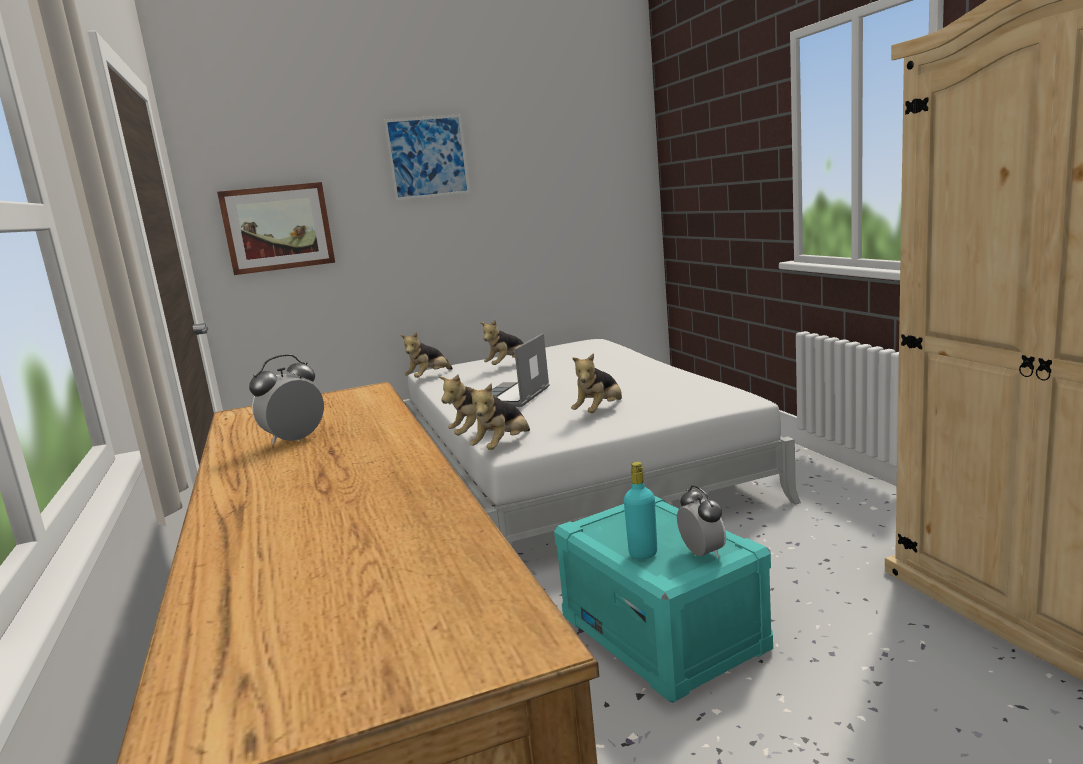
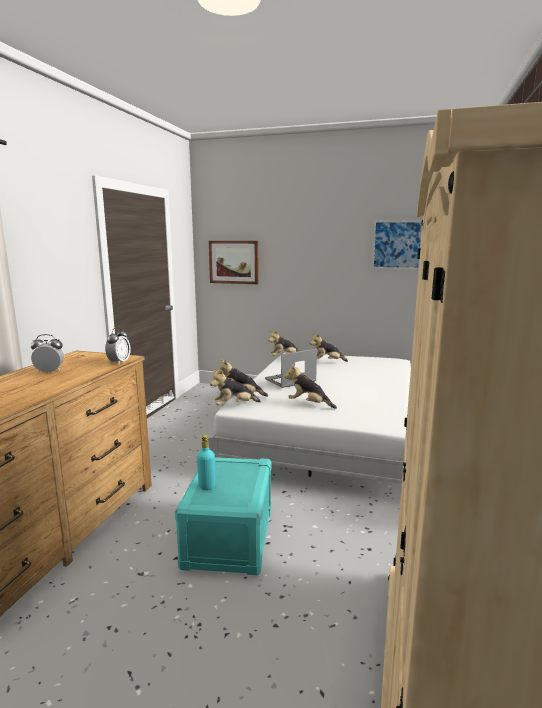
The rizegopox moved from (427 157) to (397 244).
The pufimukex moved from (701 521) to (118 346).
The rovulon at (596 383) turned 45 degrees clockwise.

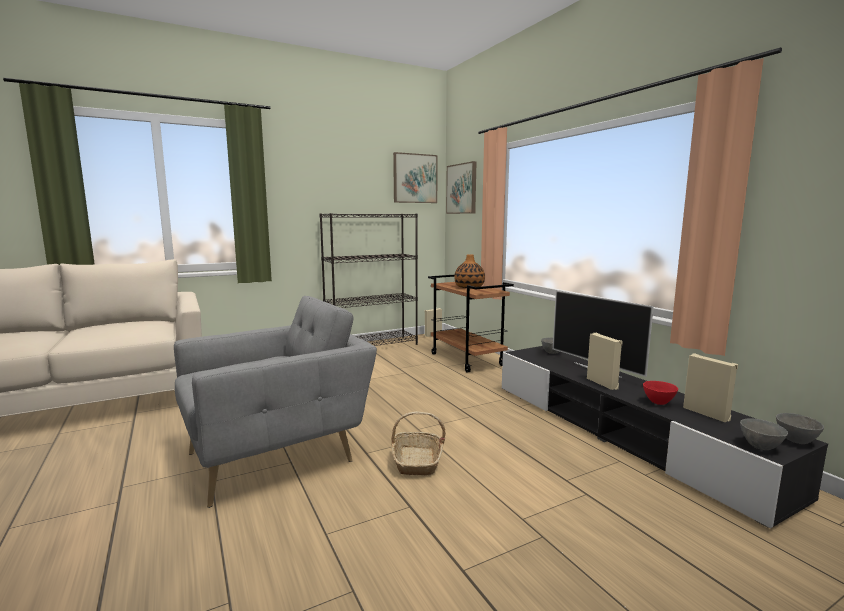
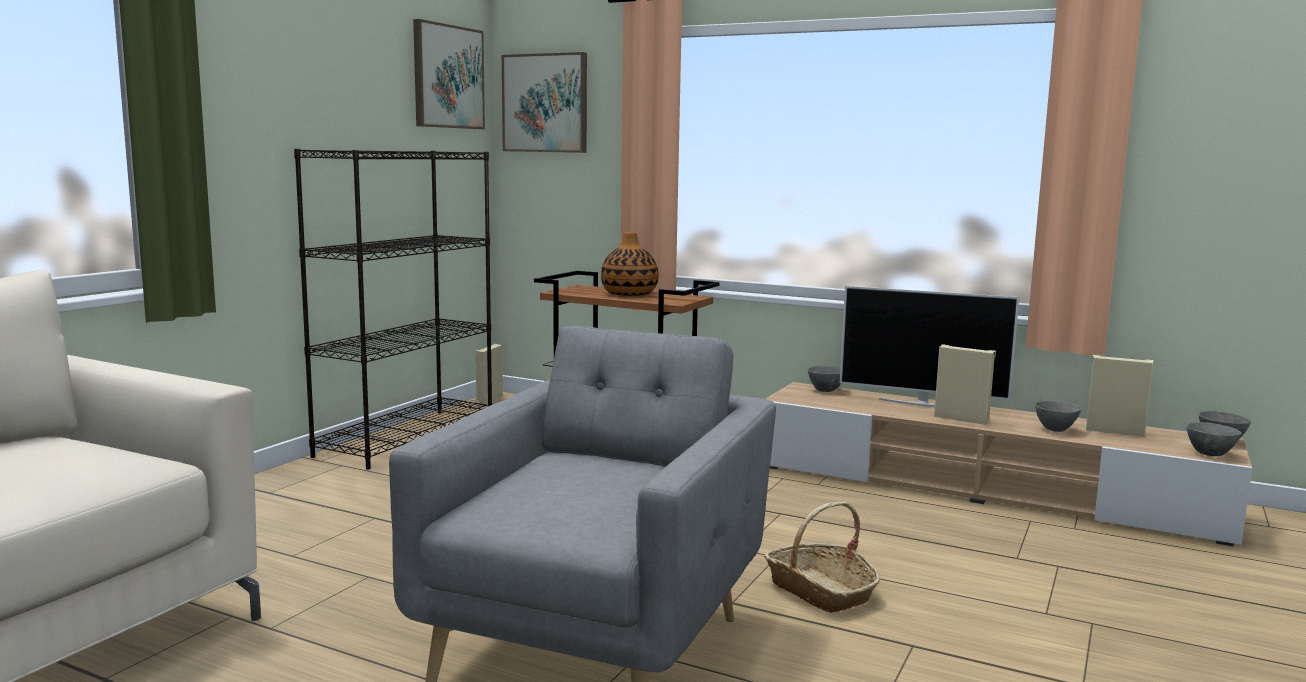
The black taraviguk at (665 437) became the beige taraviguk at (1009 464).
The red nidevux at (660 393) became the grey nidevux at (1058 416).

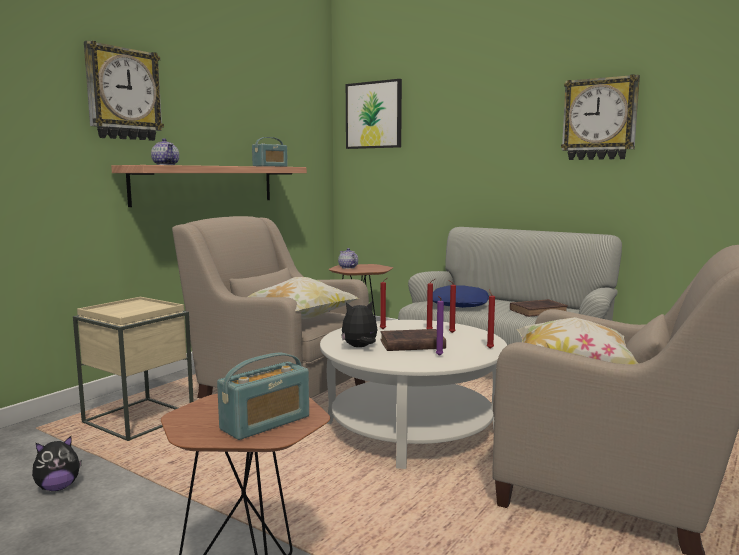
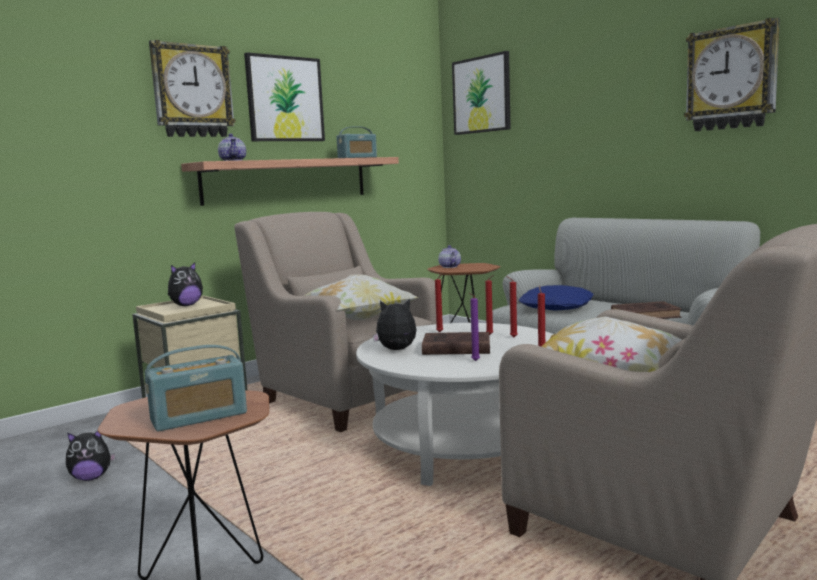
The rovulon at (185 284) appeared.
The rizegopox at (284 96) appeared.

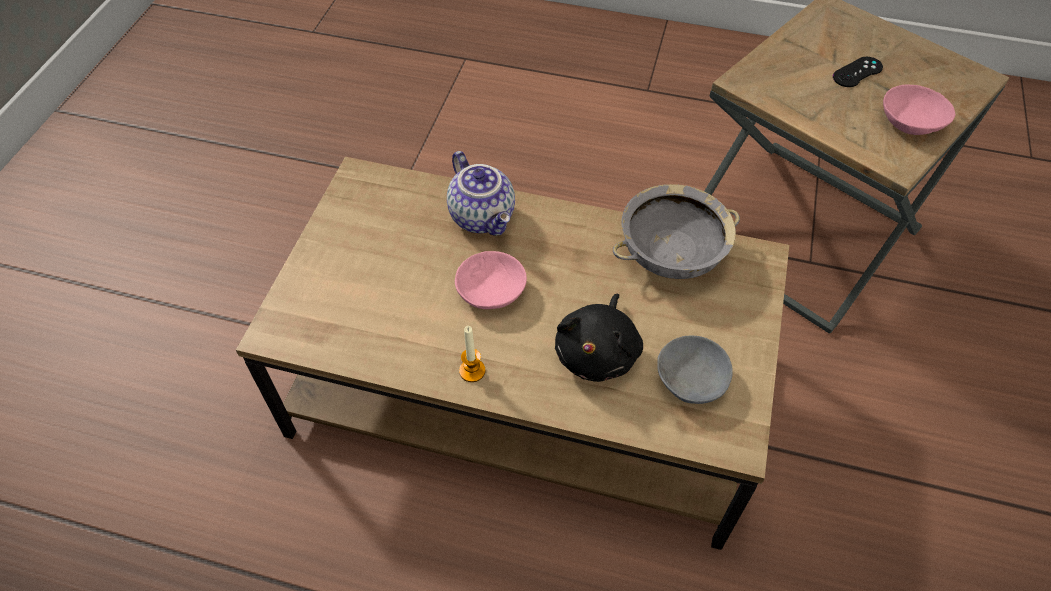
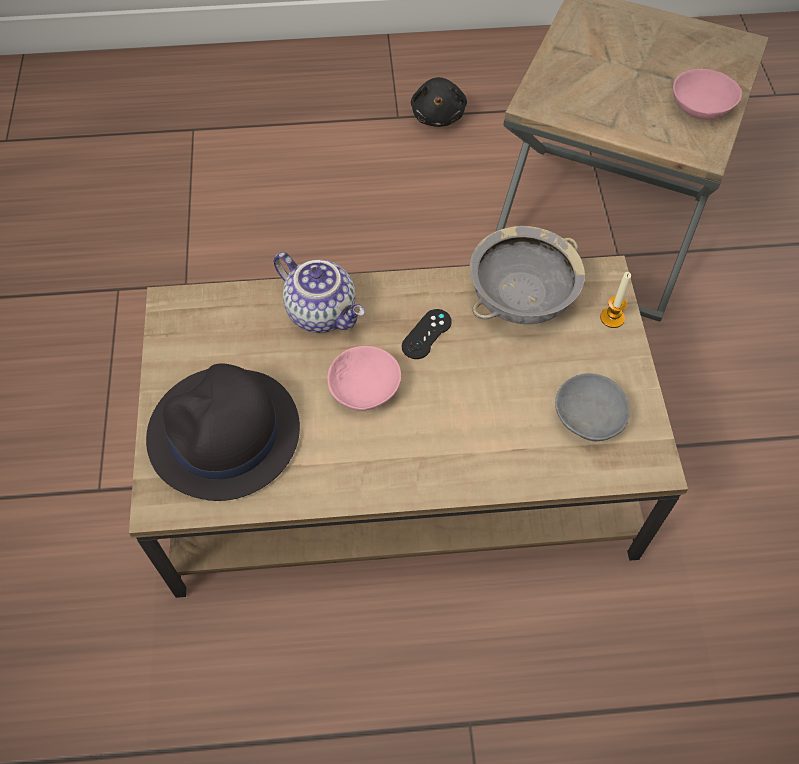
The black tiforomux at (223 432) appeared.
The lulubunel moved from (472 354) to (615 300).
The black rovulon moved from (599 338) to (439 102).
The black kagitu moved from (858 72) to (427 334).

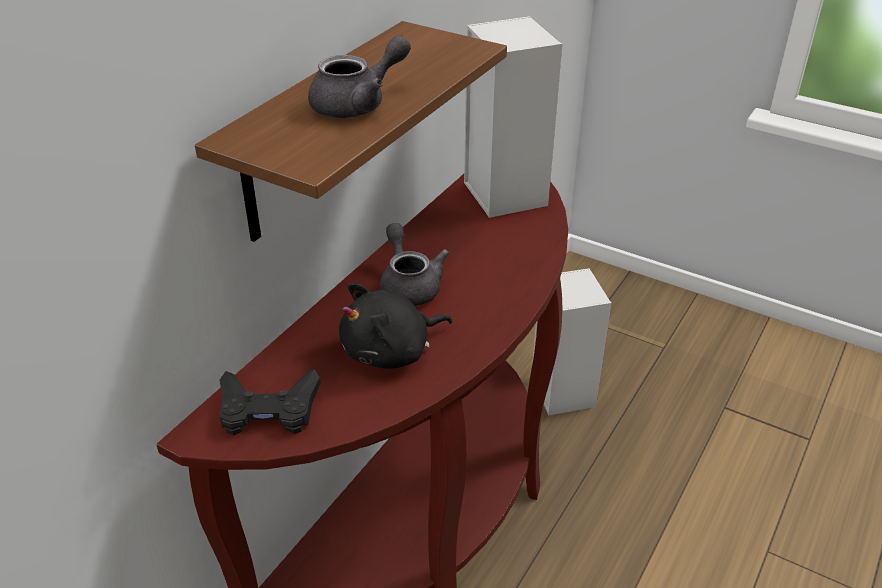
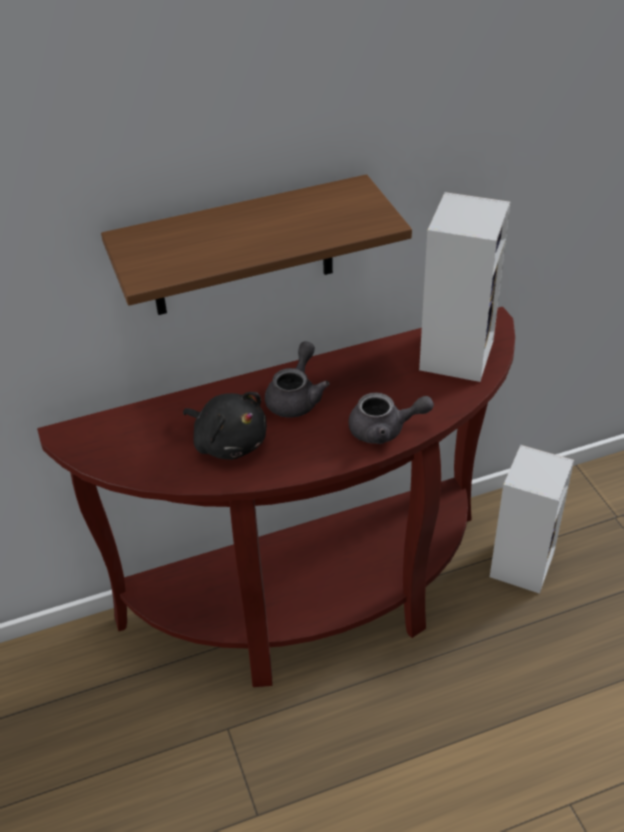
The black kagitu at (269 402) disappeared.
The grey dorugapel moved from (359 76) to (391 418).
The black rovulon at (395 326) turned 150 degrees counterclockwise.

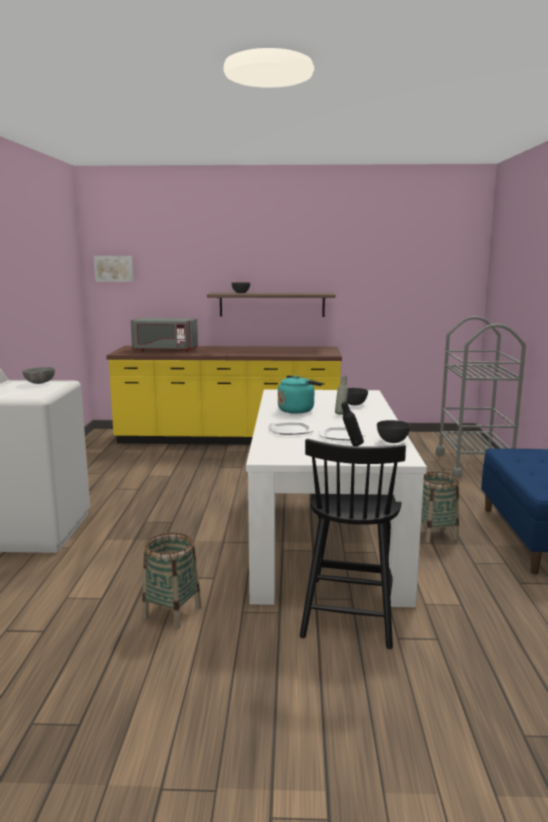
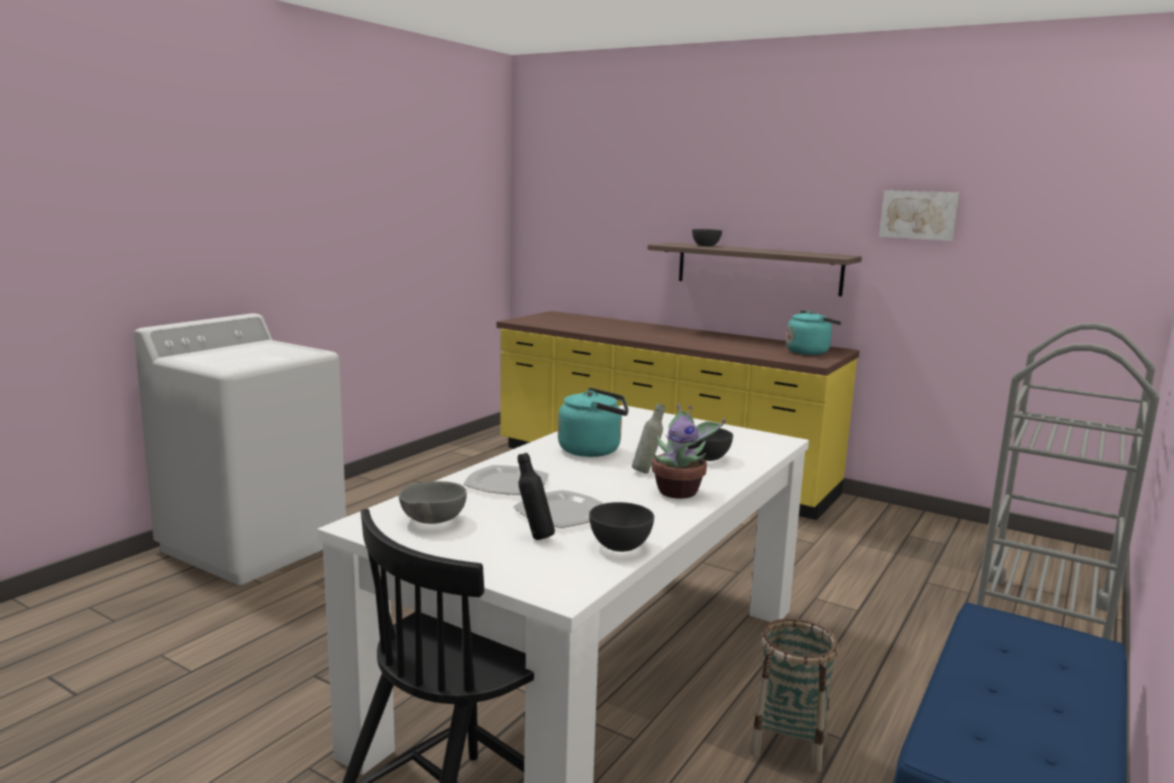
The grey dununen at (164 335) disappeared.
The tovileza at (171 581) disappeared.
The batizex at (688 451) appeared.
The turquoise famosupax at (813 332) appeared.
The grey nidevux moved from (38 375) to (433 502).
The rizegopox moved from (114 269) to (919 215).

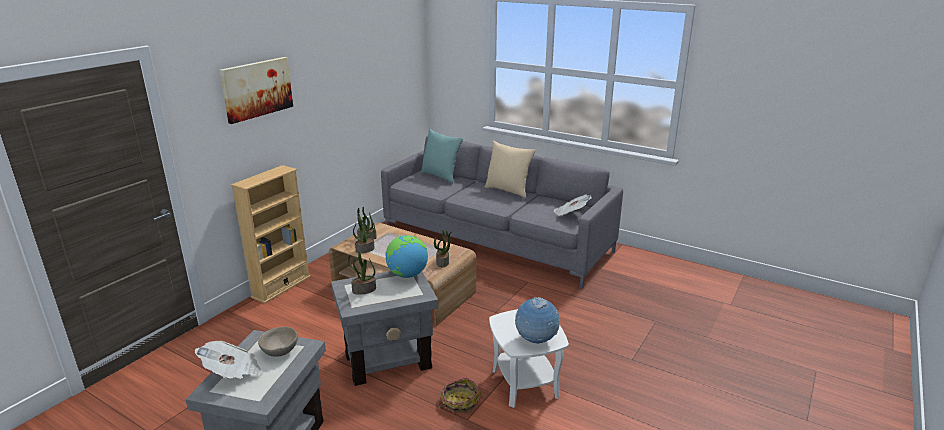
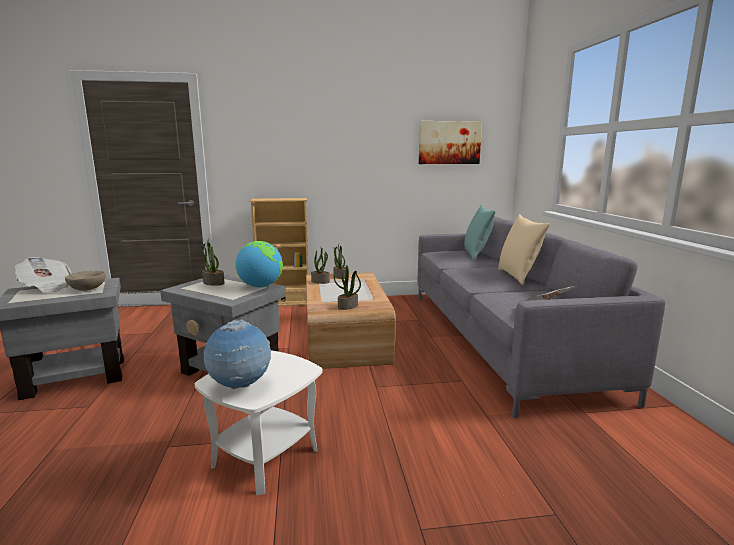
The tovileza at (460 395) disappeared.
The rizegopox moved from (256 90) to (450 142).

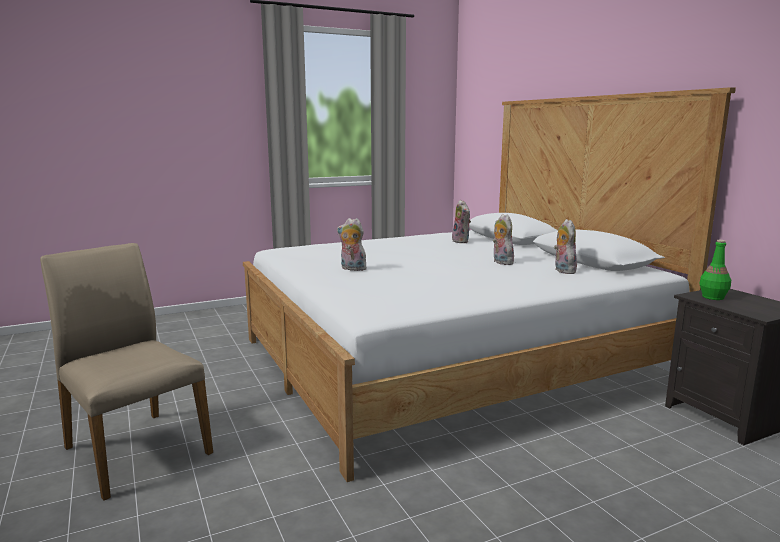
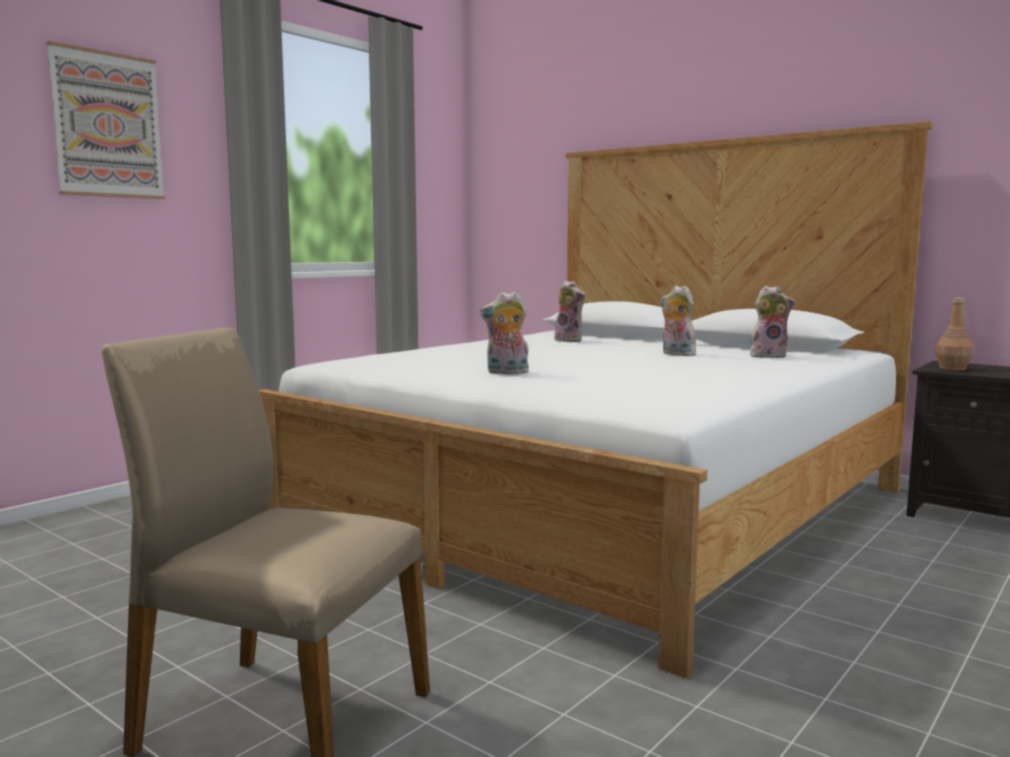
The rizegopox at (106 120) appeared.
The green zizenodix at (715 270) became the brown zizenodix at (954 334).
The rovulon at (565 246) turned 120 degrees clockwise.

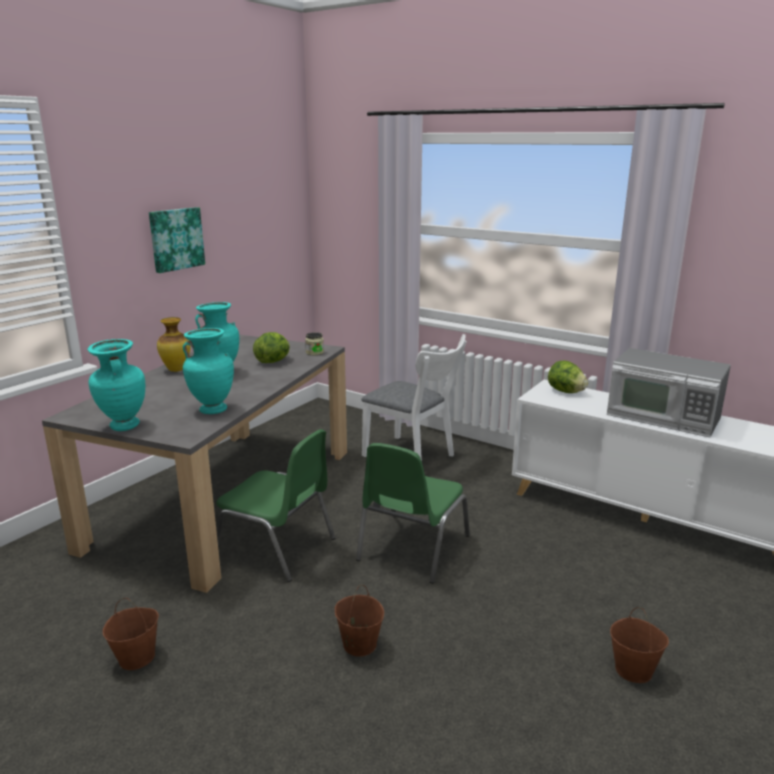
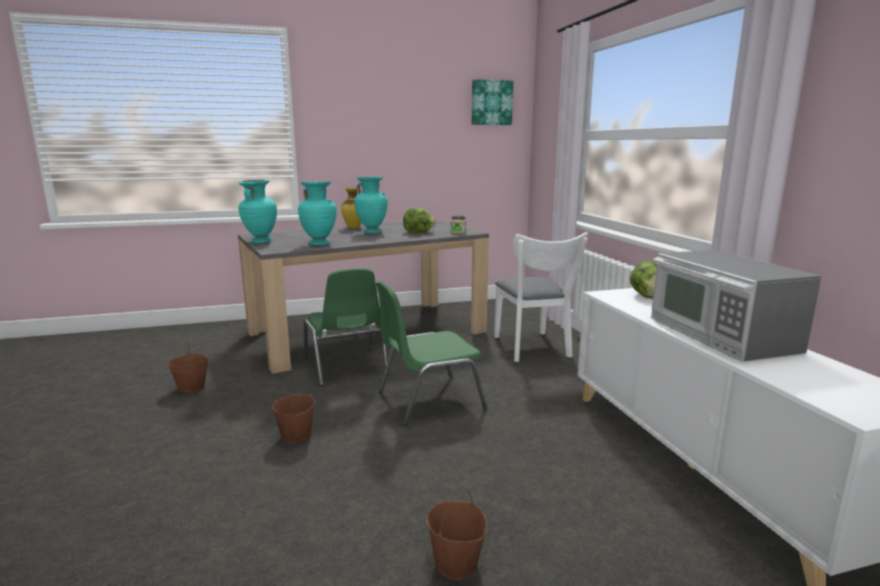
The rizegopox moved from (177 240) to (492 102).

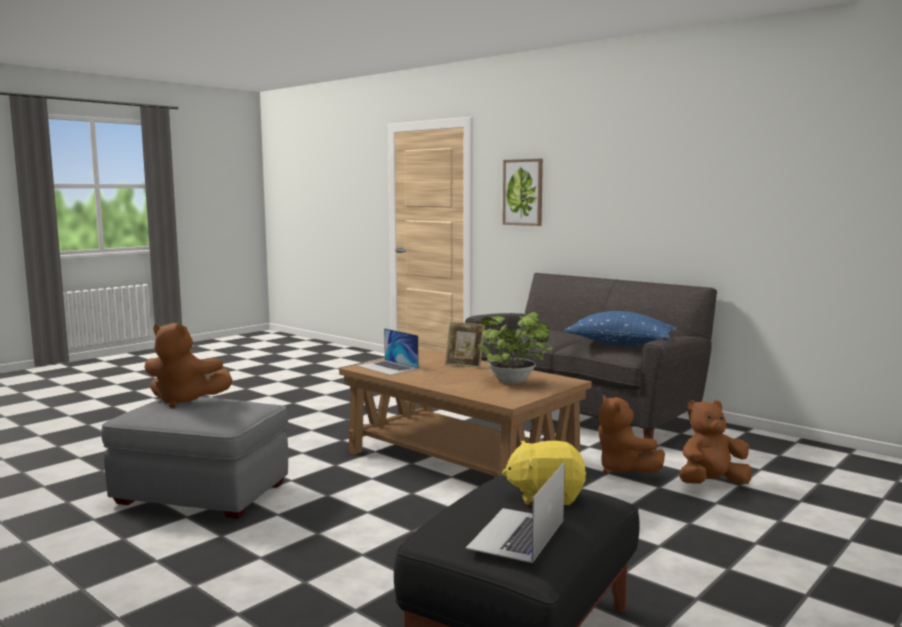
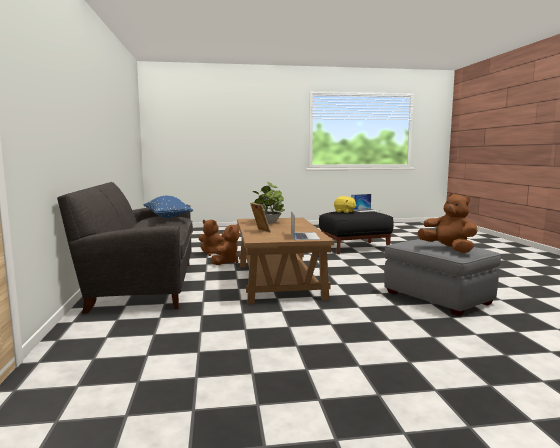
The rizegopox at (523 192) disappeared.

